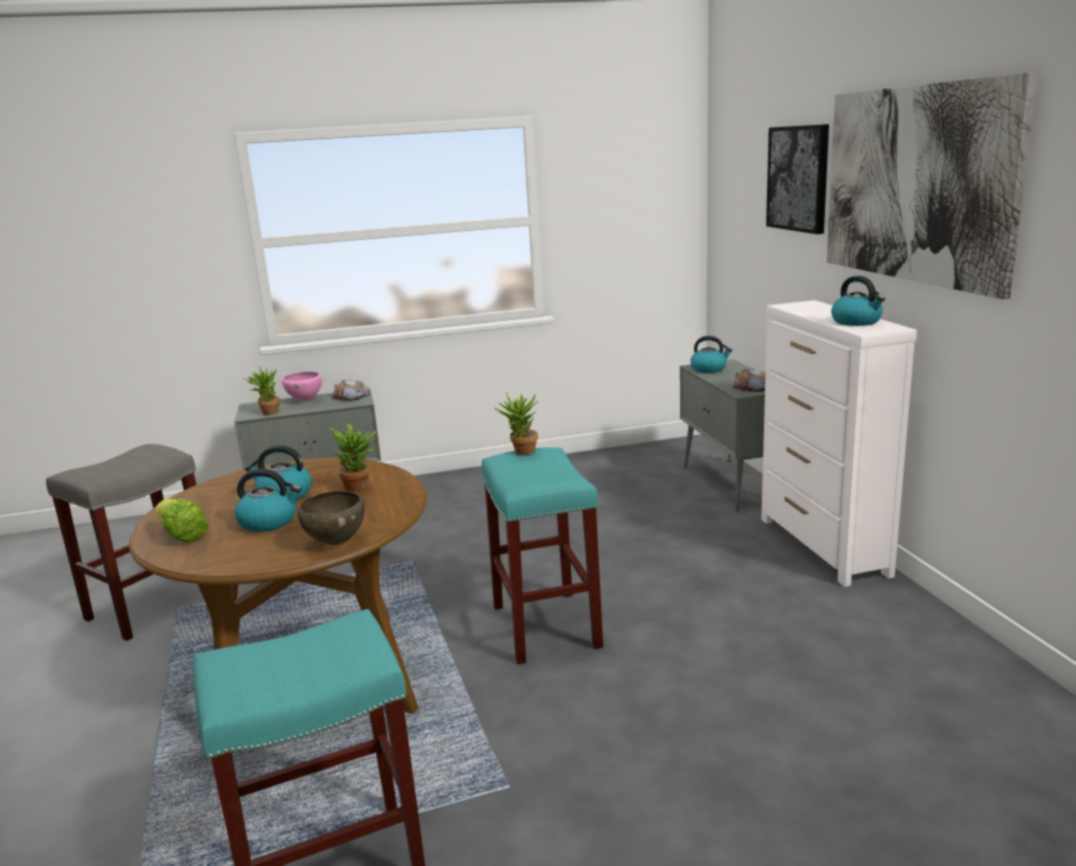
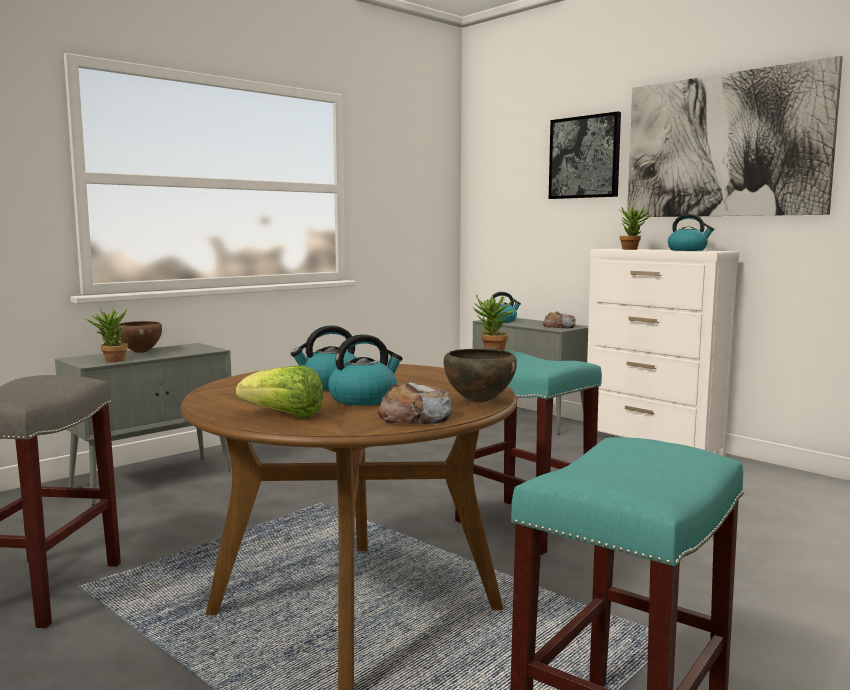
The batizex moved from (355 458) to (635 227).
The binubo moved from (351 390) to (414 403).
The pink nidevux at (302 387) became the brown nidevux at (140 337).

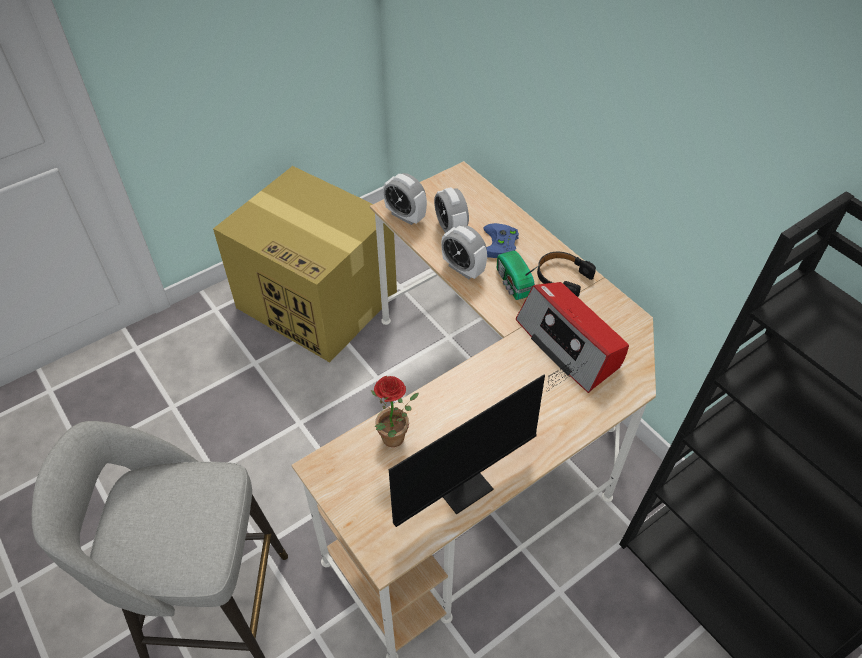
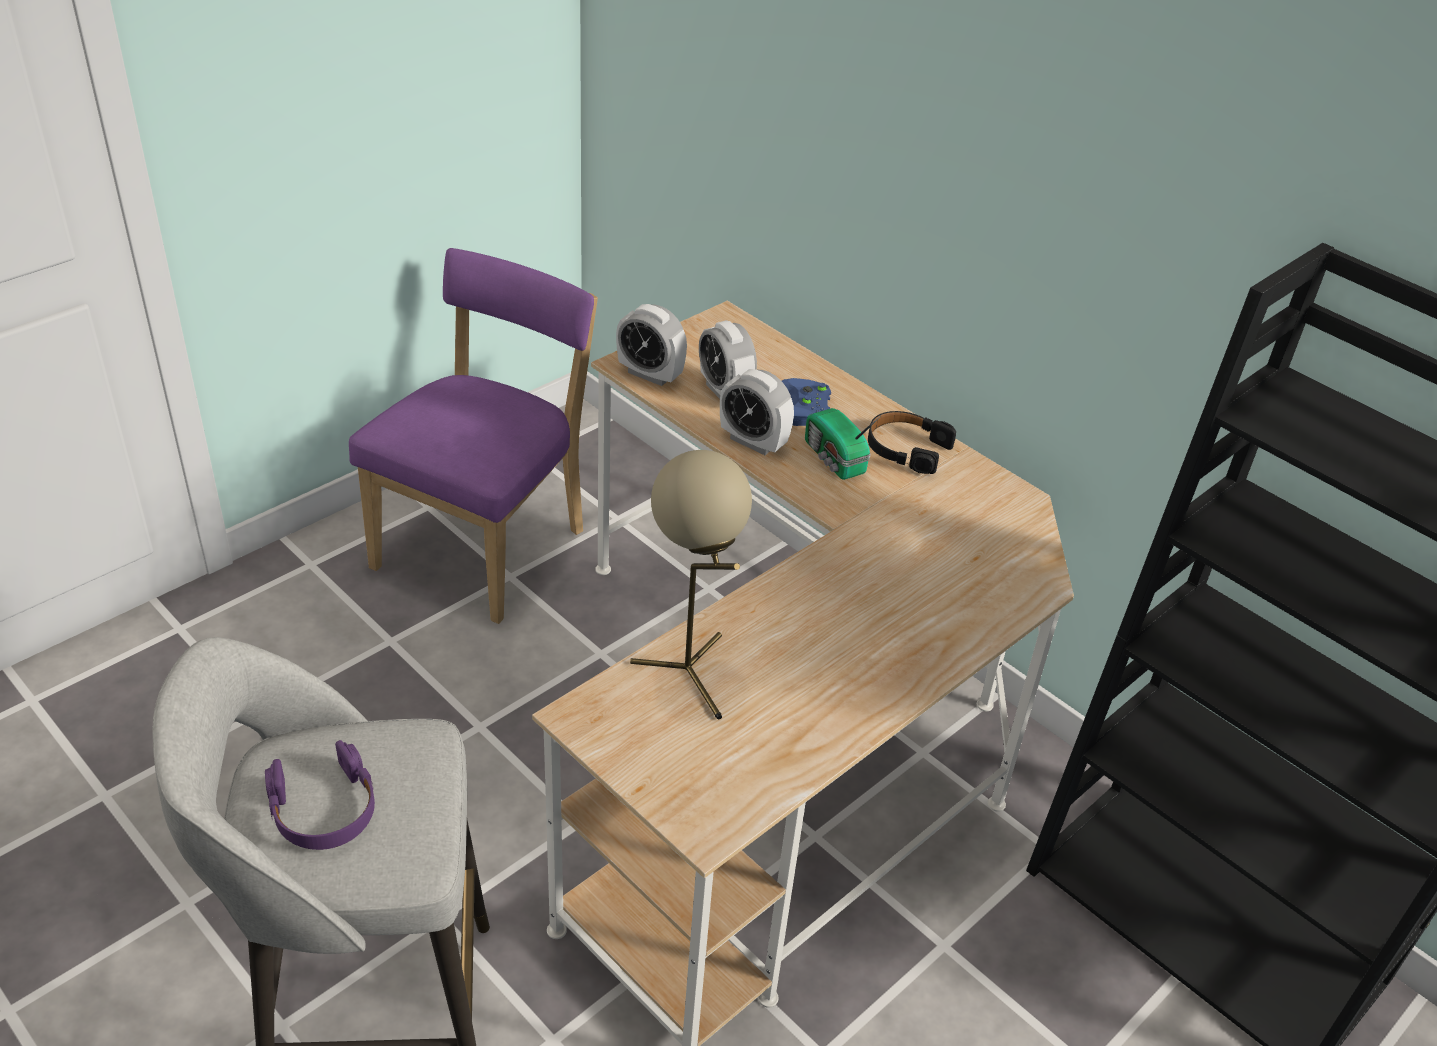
The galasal at (488 444) disappeared.
The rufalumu at (572 337) disappeared.
The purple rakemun at (320 795) appeared.
The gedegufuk at (305 264) was replaced by the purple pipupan at (473 436).
The batizex at (395 411) was replaced by the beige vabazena at (691 585).

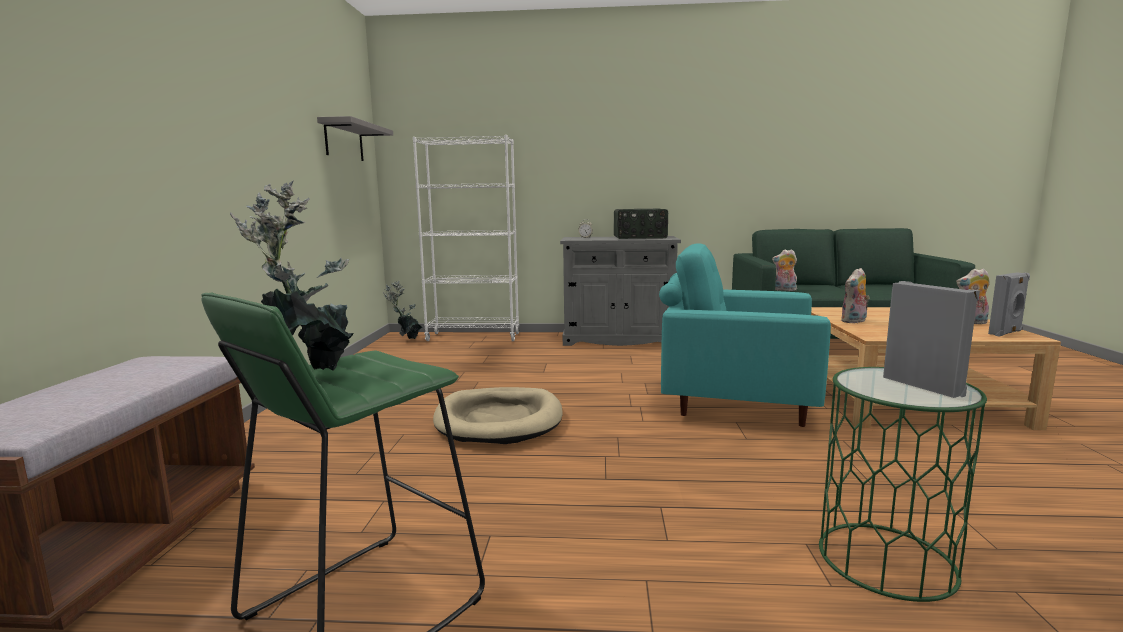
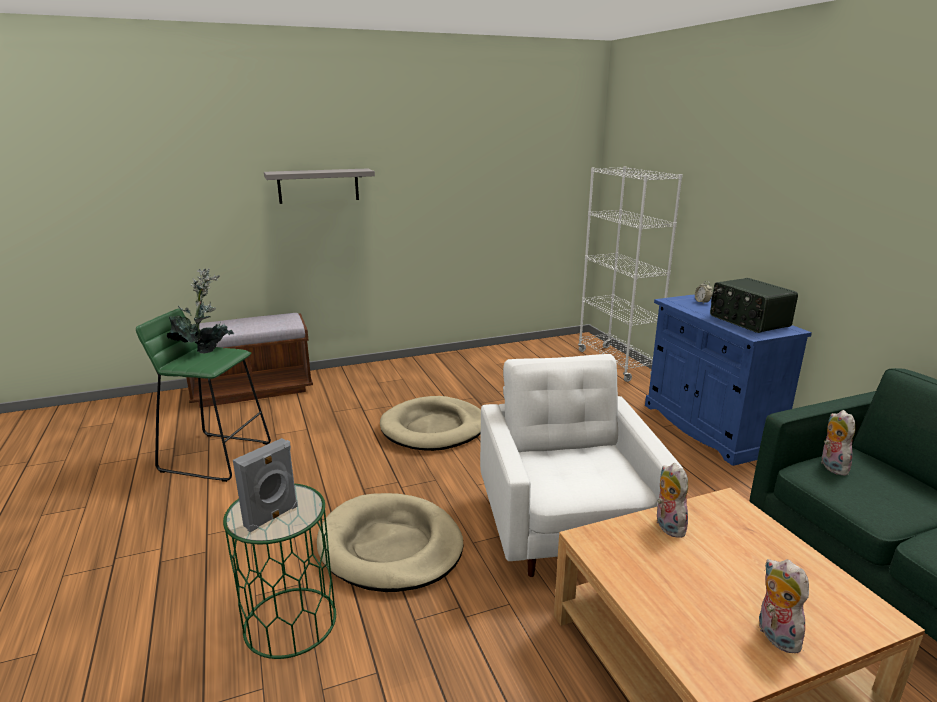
The batizex at (403 310) disappeared.
The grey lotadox at (1009 304) disappeared.
The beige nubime at (390 542) appeared.
The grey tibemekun moved from (355 138) to (319 186).
The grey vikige at (620 291) became the blue vikige at (728 380).
The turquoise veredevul at (745 335) became the white veredevul at (581 465).
The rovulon at (855 295) turned 45 degrees clockwise.

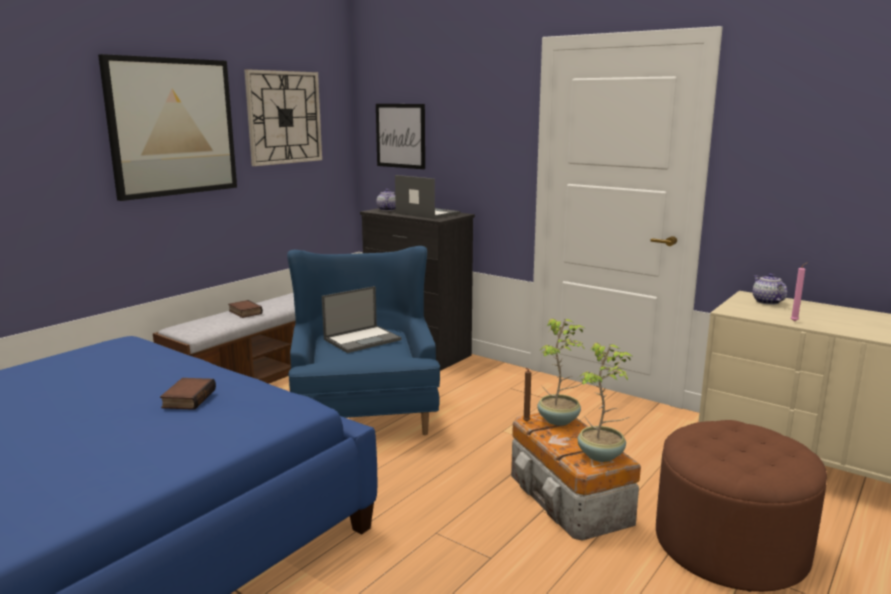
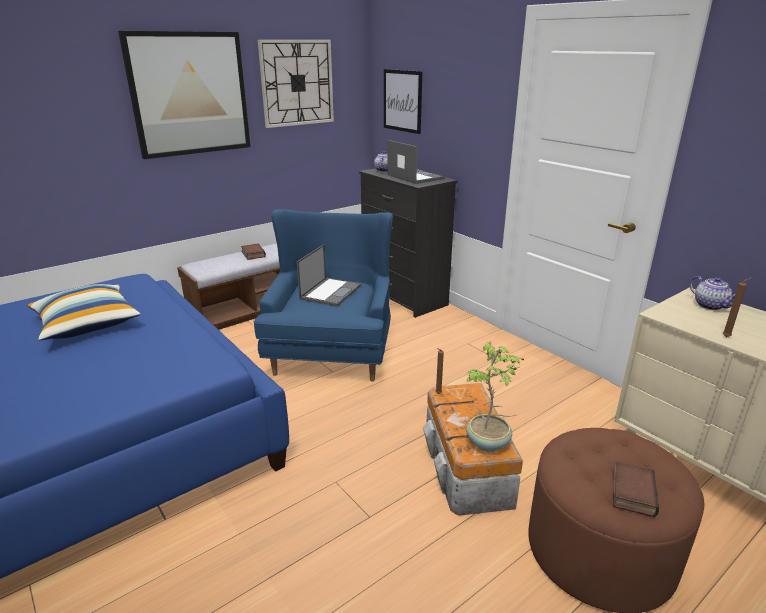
The batizex at (562 372) disappeared.
The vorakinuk at (83 312) appeared.
The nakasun moved from (188 394) to (636 489).
The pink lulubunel at (799 292) became the brown lulubunel at (737 307).
The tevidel at (361 319) turned 45 degrees counterclockwise.
The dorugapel at (769 289) turned 150 degrees clockwise.

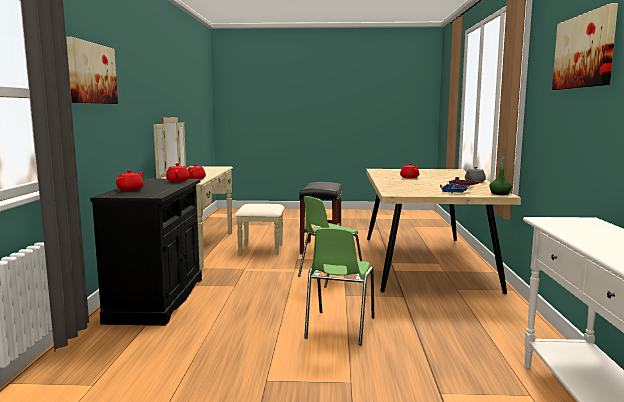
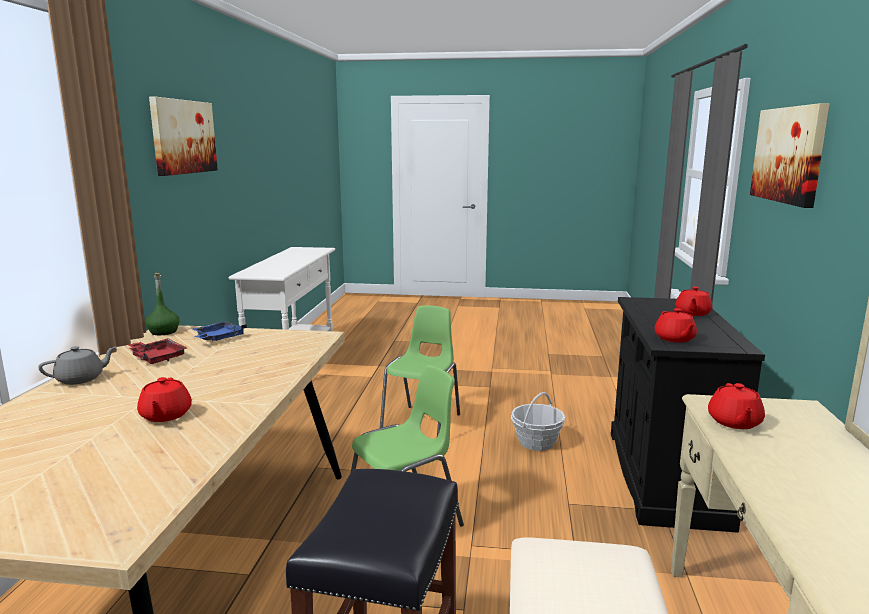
The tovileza at (538 421) appeared.

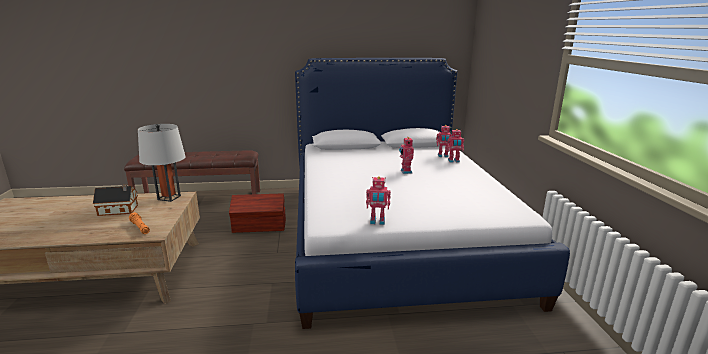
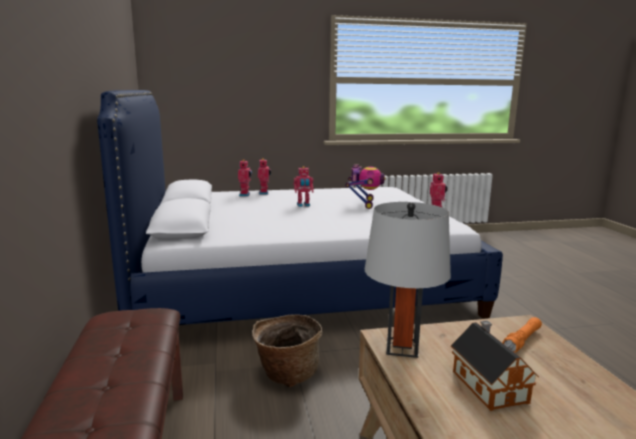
The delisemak at (366 186) appeared.
The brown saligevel at (257 213) was replaced by the tovileza at (287 350).

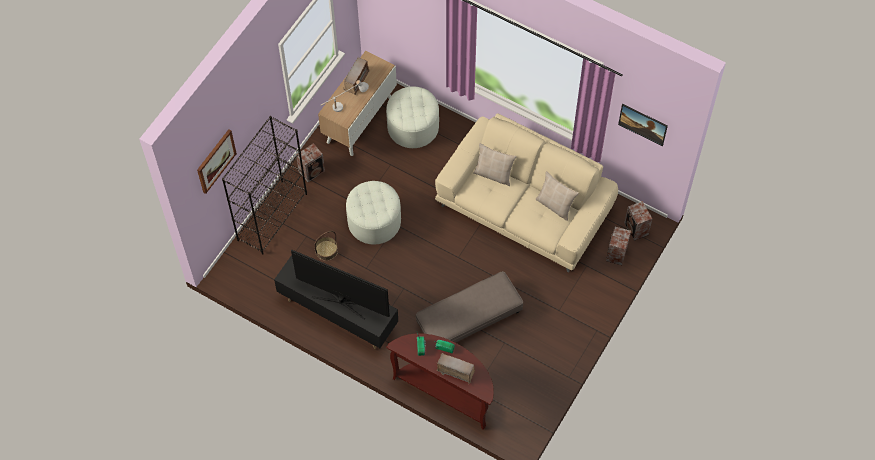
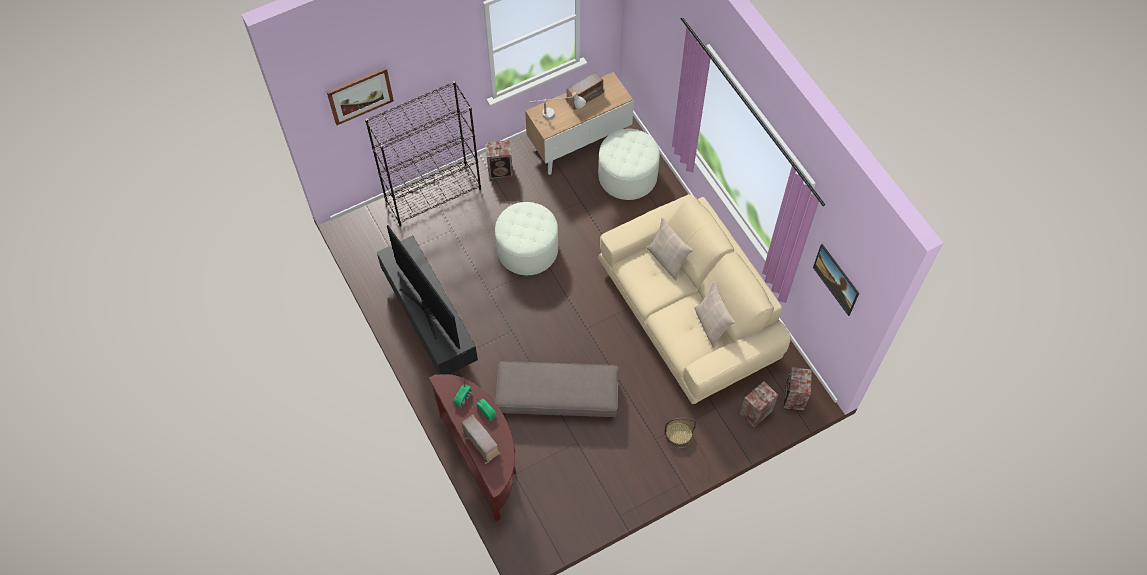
The tovileza moved from (326 246) to (680 432).

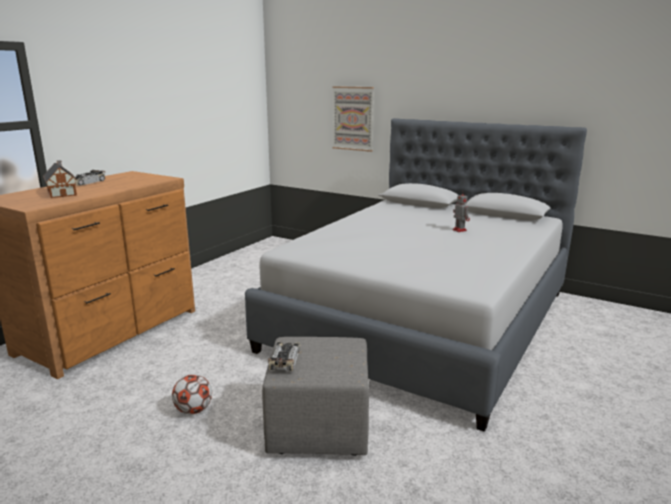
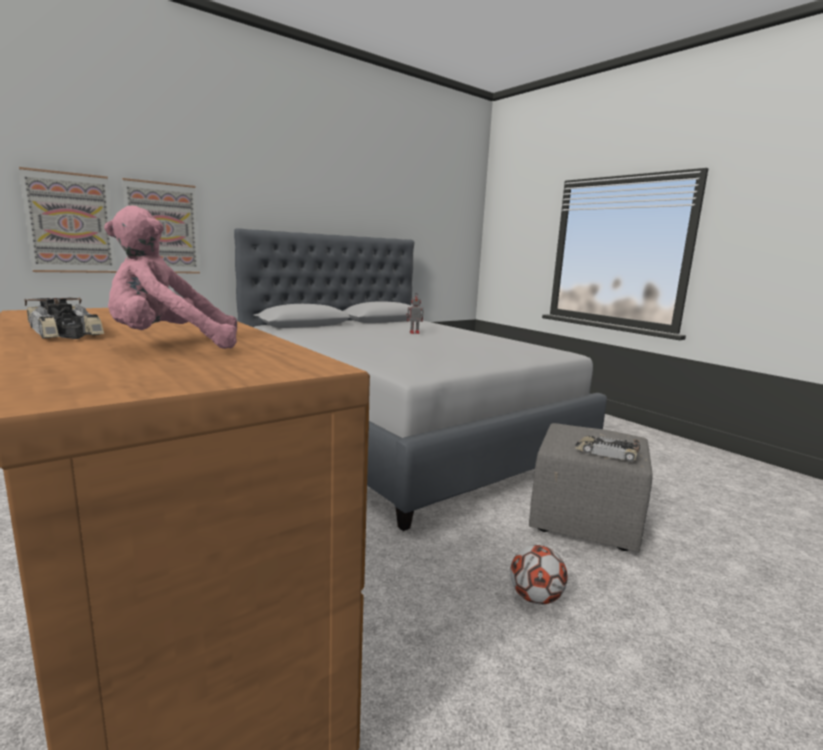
The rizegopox at (67 220) appeared.
The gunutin at (60 179) was replaced by the pink rovulon at (170 277).

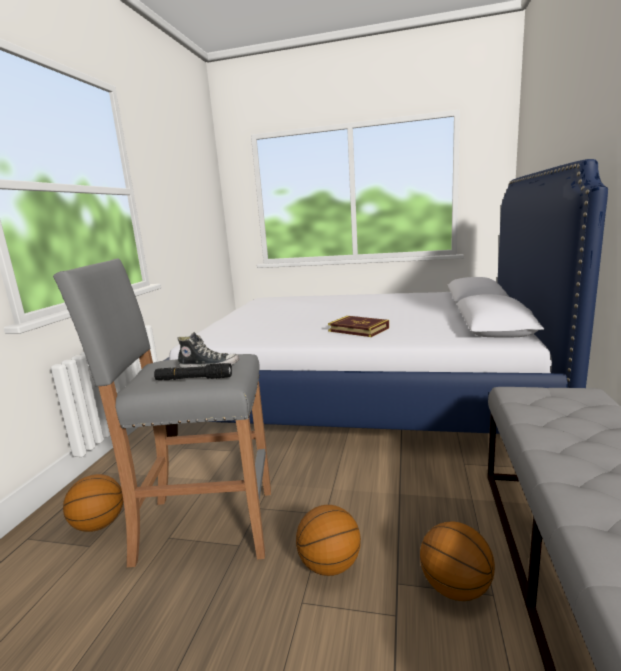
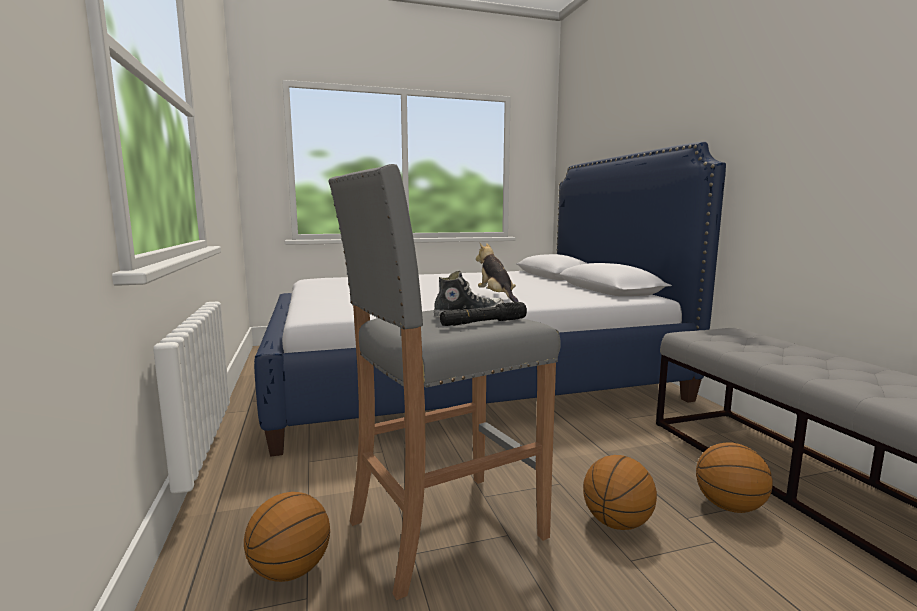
The nakasun at (358 326) was replaced by the rovulon at (497 272).

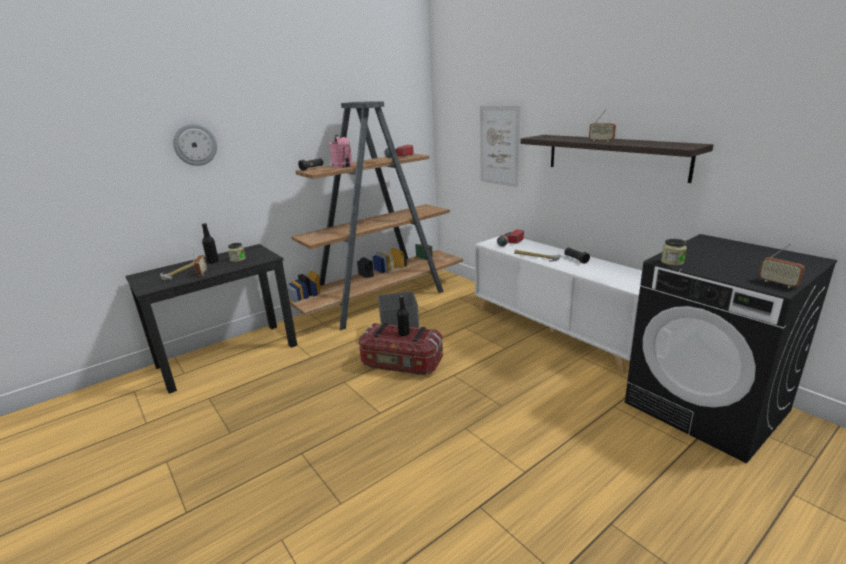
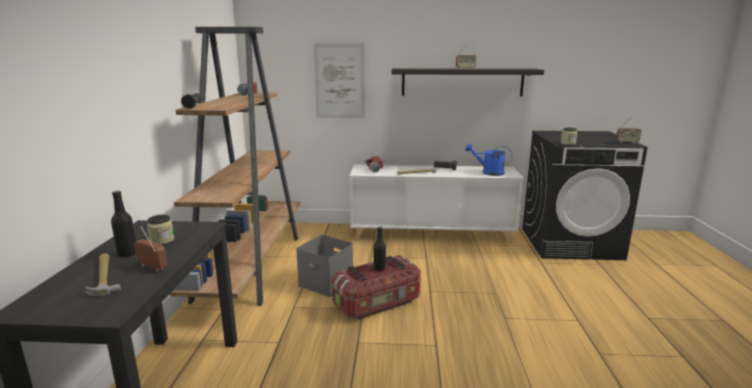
The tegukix at (195 144) disappeared.
The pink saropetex at (341 151) disappeared.
The blue saropetex at (488 159) appeared.

